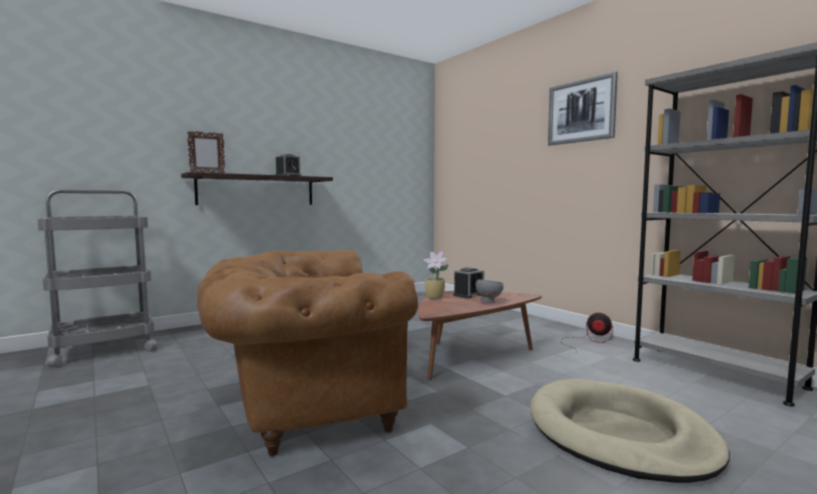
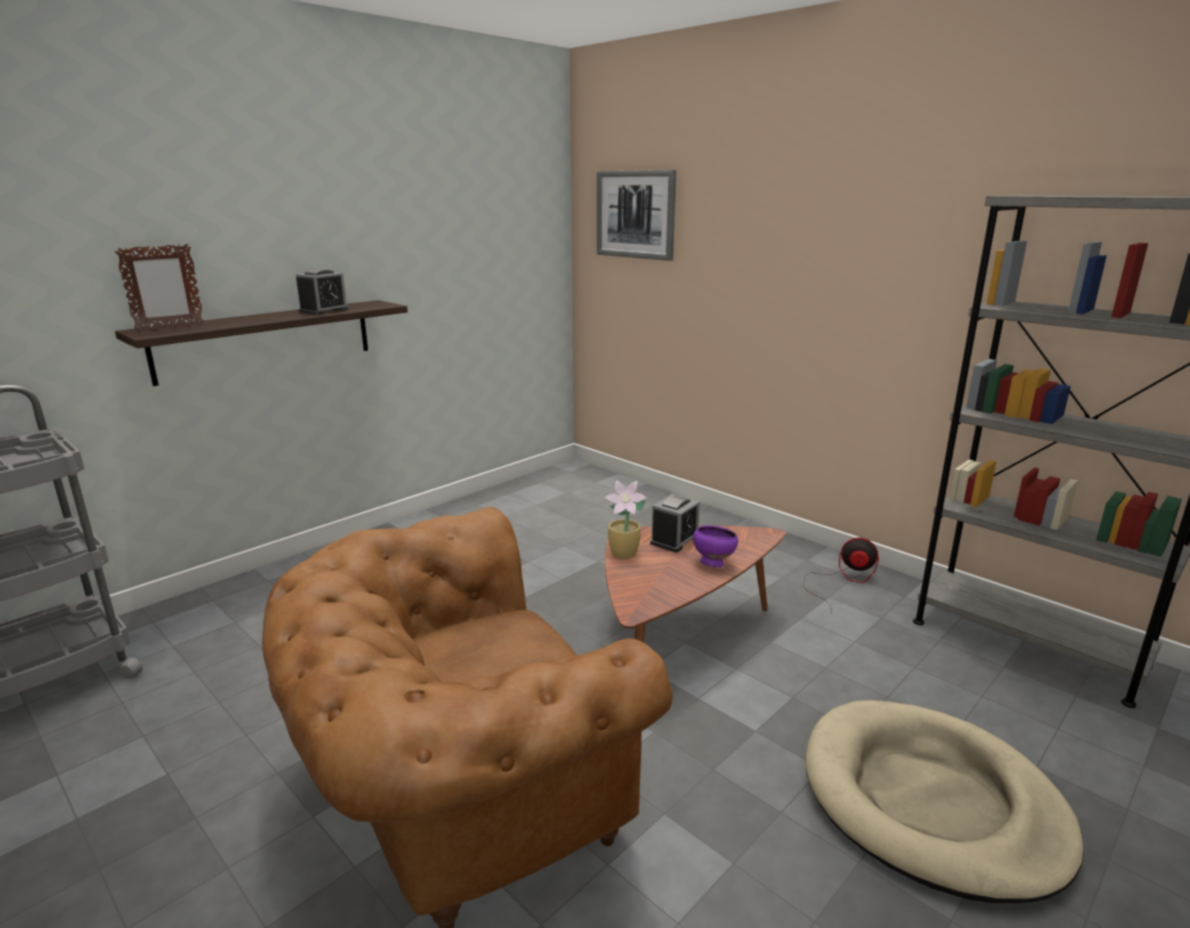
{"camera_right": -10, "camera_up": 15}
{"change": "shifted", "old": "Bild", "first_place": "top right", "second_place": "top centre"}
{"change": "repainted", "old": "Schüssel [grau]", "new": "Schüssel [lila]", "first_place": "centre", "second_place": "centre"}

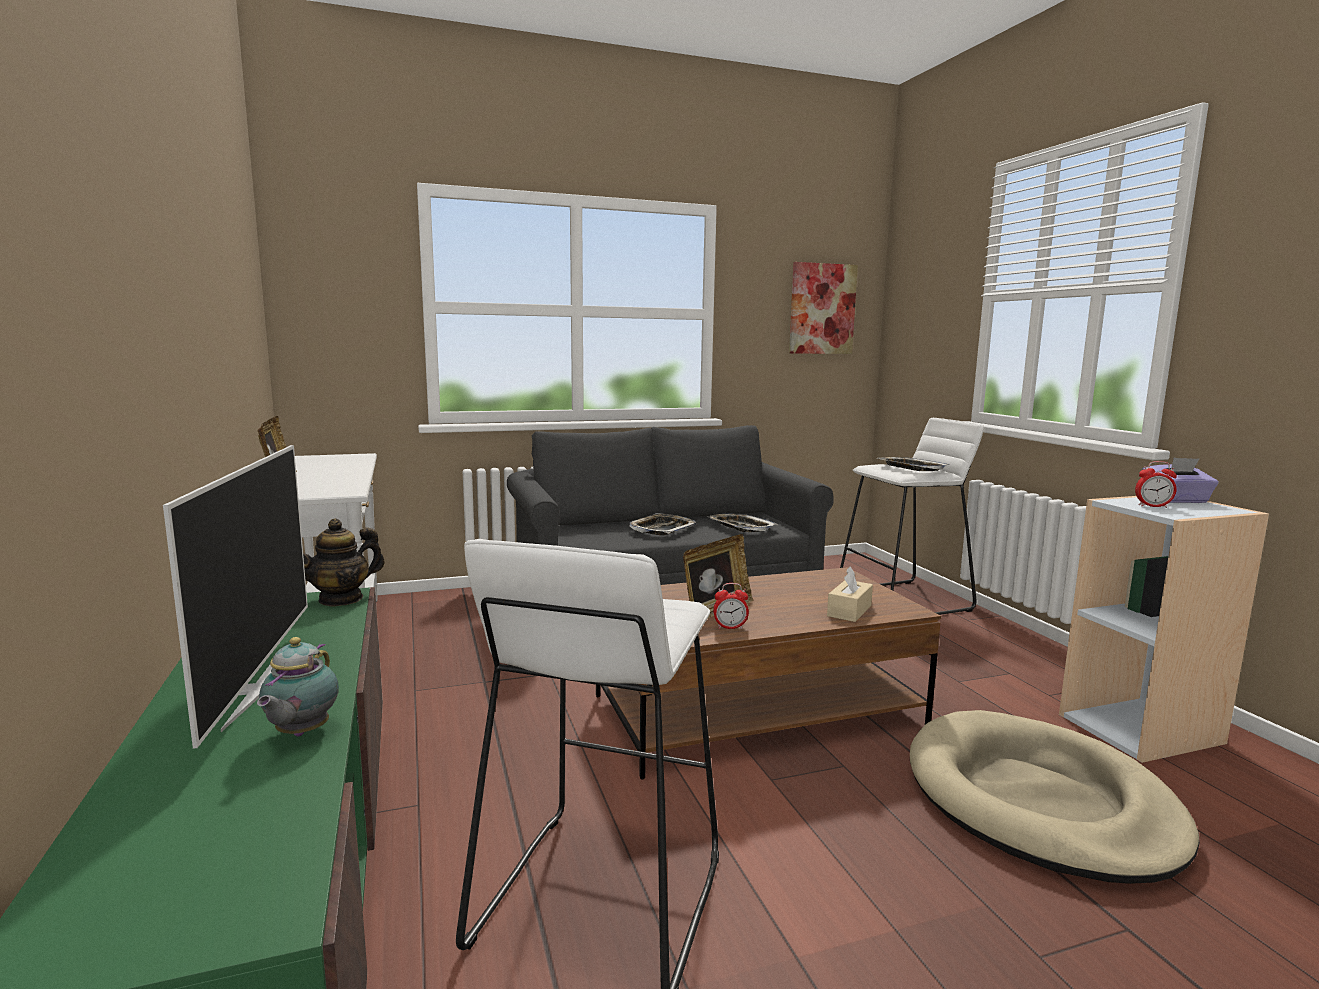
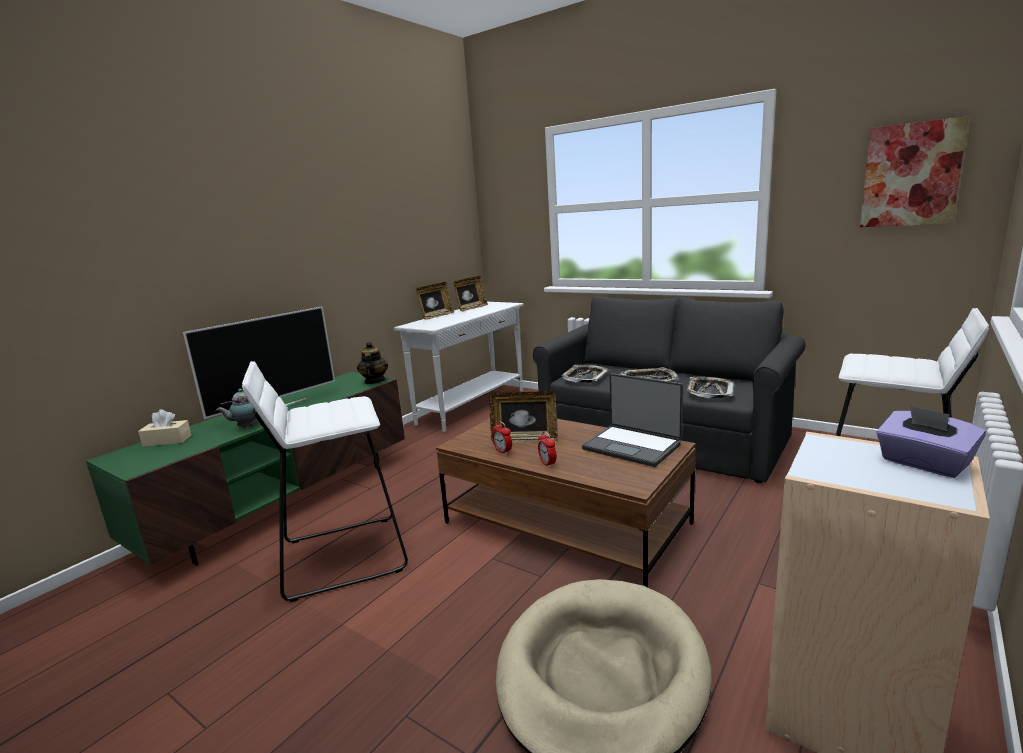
{"camera_right": 55, "camera_up": 5}
{"change": "shifted", "old": "Tablett (no. 3 from left in the first image)", "new": "Tablett (no. 1 from left)", "first_place": "middle right", "second_place": "centre"}
{"change": "shifted", "old": "Wecker (no. 2 from left)", "first_place": "middle right", "second_place": "centre"}
{"change": "rotated", "old": "Teekanne (no. 2 from left)", "first_place": "middle left", "second_place": "centre", "degrees": 75}
{"change": "shifted", "old": "Taschentuchbox [beige]", "first_place": "centre", "second_place": "middle left"}
{"change": "new", "new": "Bilderrahmen (no. 2 from left)", "second_place": "centre"}
{"change": "new", "new": "Laptop", "second_place": "centre"}

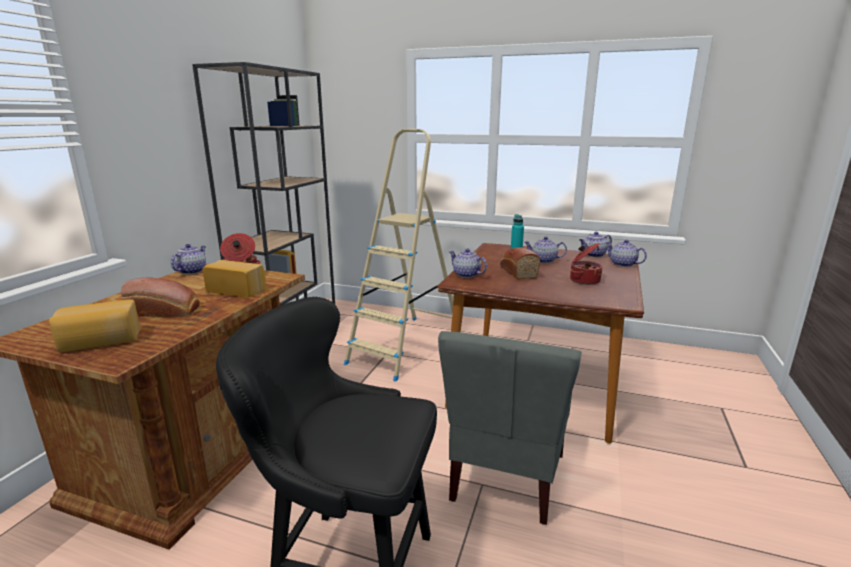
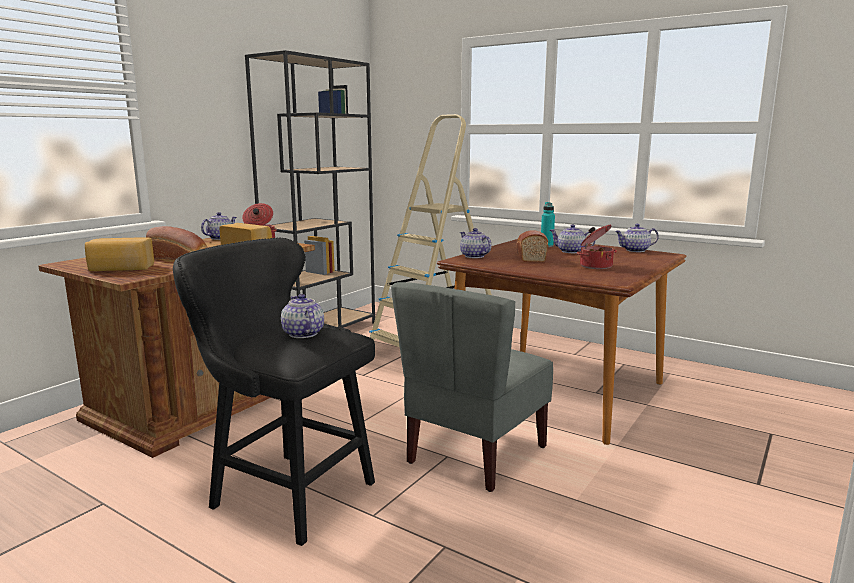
{"camera_right": 15, "camera_up": -5}
{"change": "shifted", "old": "Teekanne (no. 5 from left in the first image)", "new": "Teekanne (no. 2 from left)", "first_place": "middle right", "second_place": "centre"}

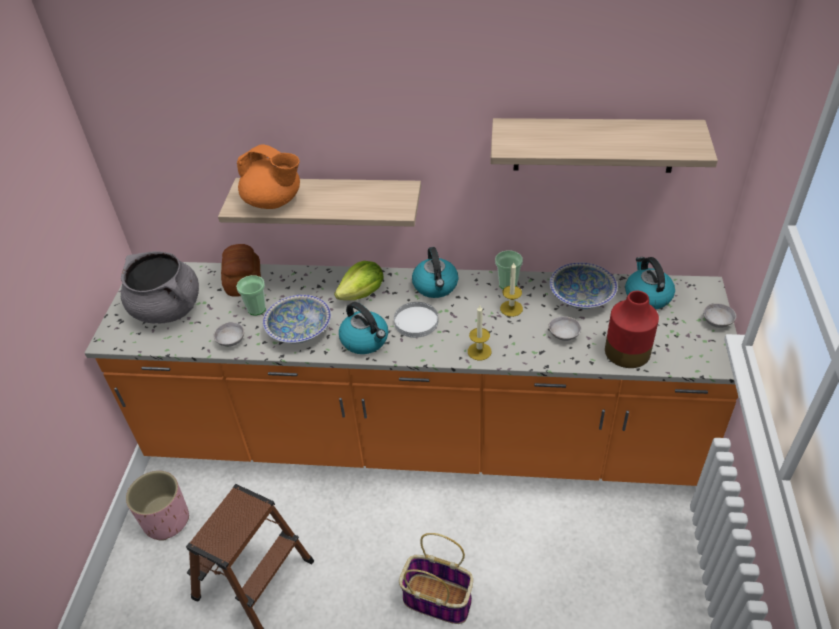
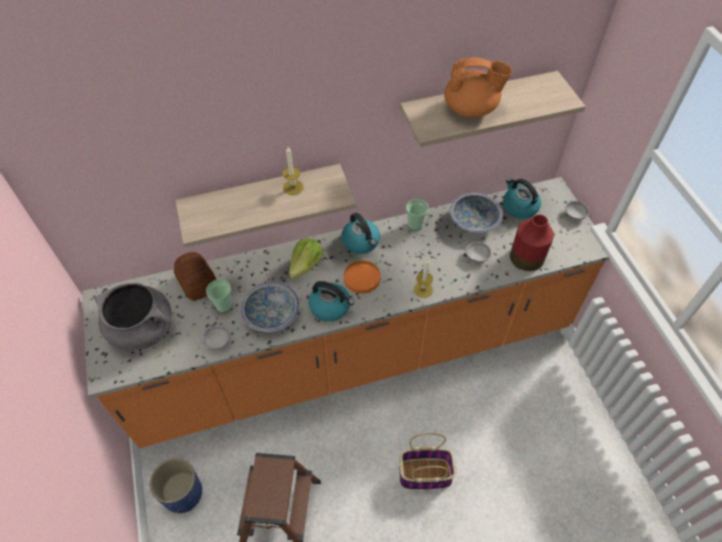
{"camera_right": -25, "camera_up": 10}
{"change": "shifted", "old": "Teekanne [orange]", "first_place": "top left", "second_place": "top centre"}
{"change": "shifted", "old": "Kerze (no. 2 from left in the first image)", "new": "Kerze (no. 1 from left)", "first_place": "centre", "second_place": "top centre"}
{"change": "repainted", "old": "Teller [weiß]", "new": "Teller [orange]", "first_place": "centre", "second_place": "centre"}
{"change": "repainted", "old": "Pflanzkübel [rosa]", "new": "Pflanzkübel [blau]", "first_place": "bottom left", "second_place": "bottom left"}

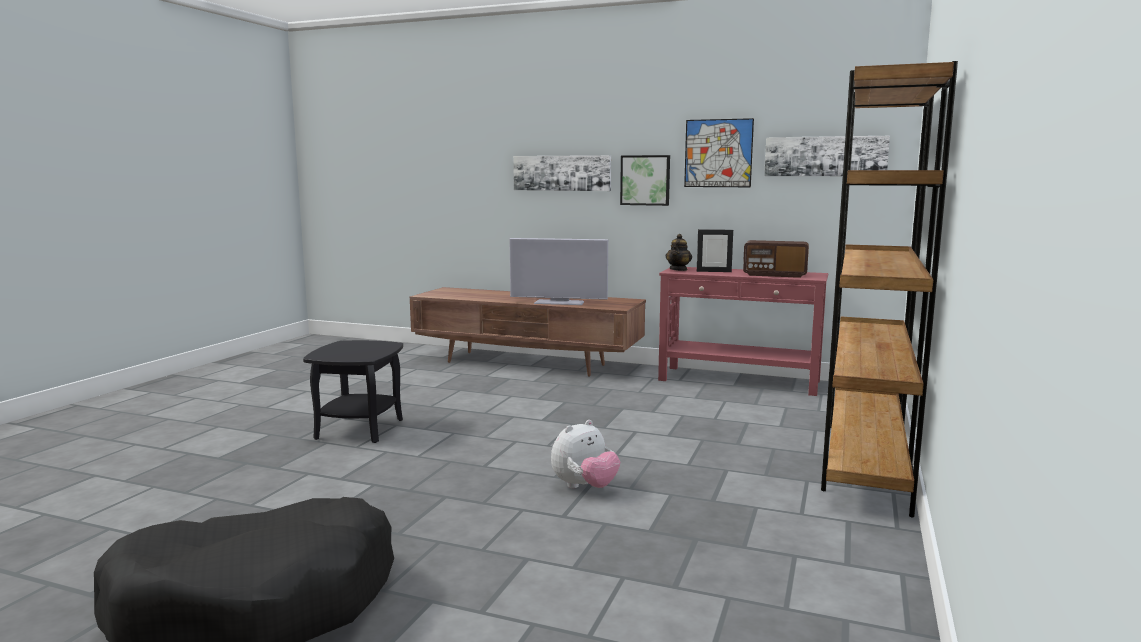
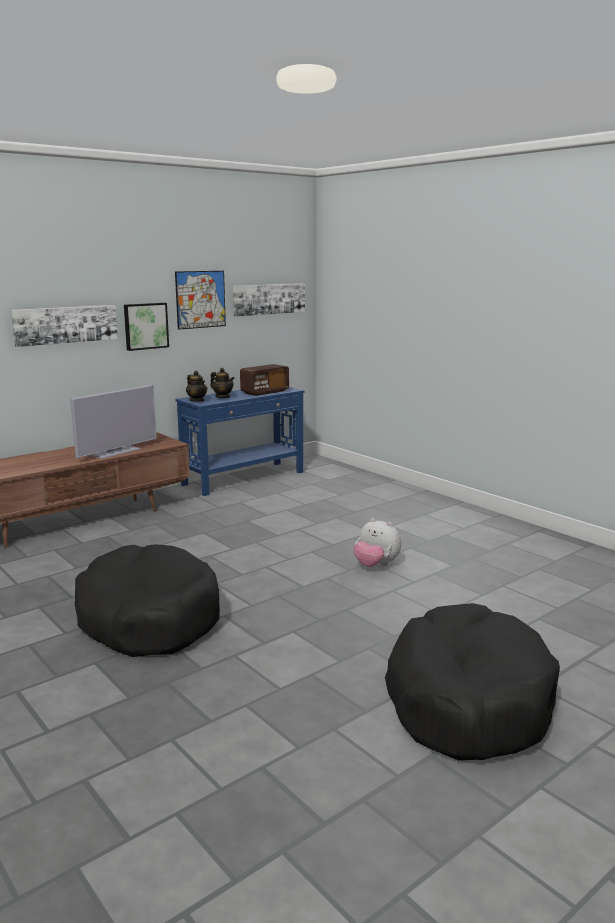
{"camera_right": -60, "camera_up": 5}
{"change": "gone", "old": "Bücherregal [braun]", "first_place": "middle right"}
{"change": "swapped", "old": "Bilderrahmen", "new": "Teekanne (no. 2 from left)", "first_place": "centre", "second_place": "centre"}
{"change": "repainted", "old": "Konsolentisch [rot]", "new": "Konsolentisch [blau]", "first_place": "centre", "second_place": "centre"}
{"change": "swapped", "old": "Beistelltisch [schwarz]", "new": "Hundebett [schwarz] (no. 1 from left)", "first_place": "middle left", "second_place": "middle left"}
{"change": "rotated", "old": "Plüschtier", "first_place": "bottom centre", "second_place": "centre", "degrees": 135}

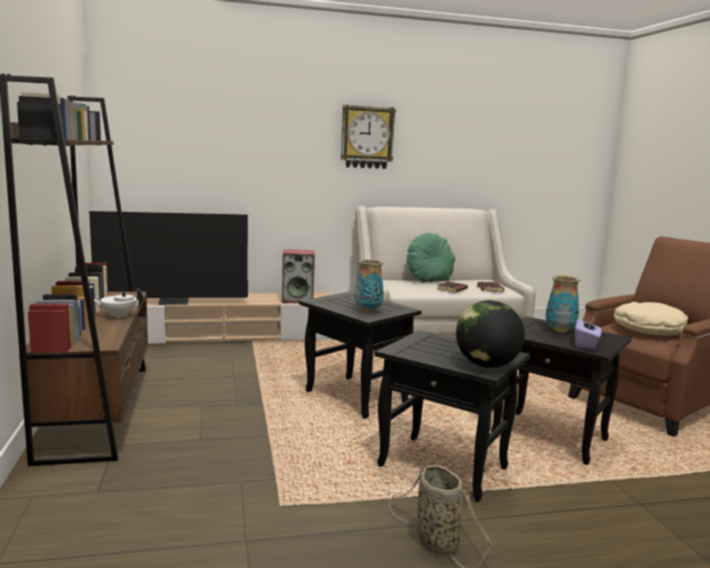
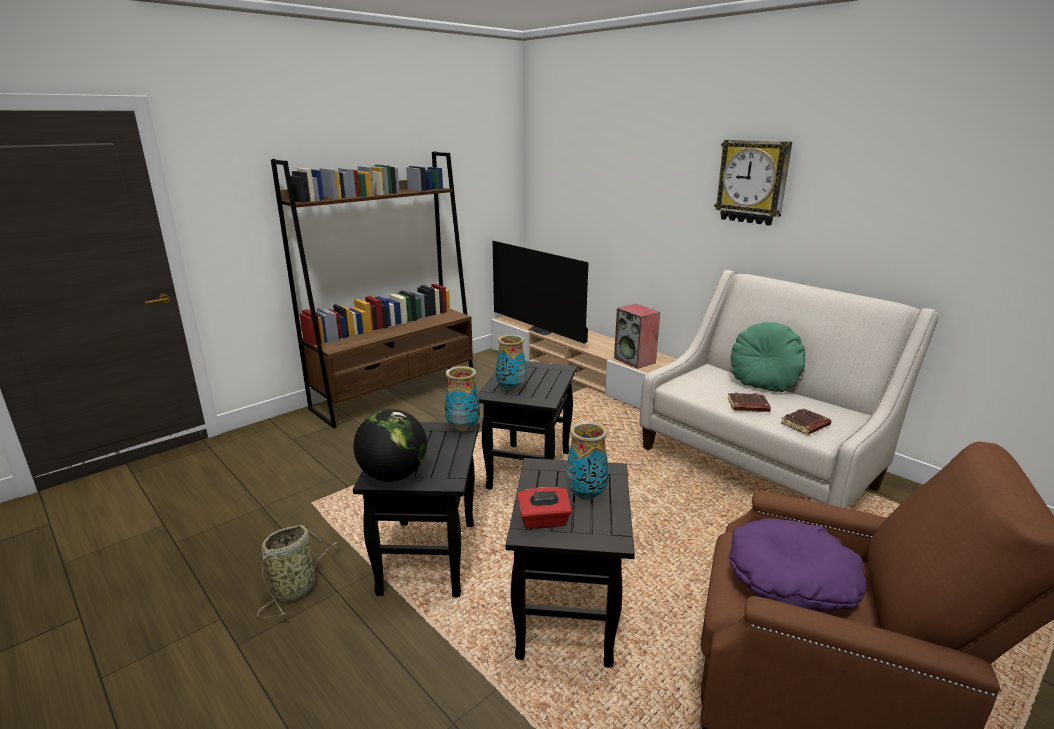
{"camera_right": 60, "camera_up": 10}
{"change": "gone", "old": "Teekanne [weiß]", "first_place": "middle left"}
{"change": "repainted", "old": "Kissen [beige]", "new": "Kissen [lila]", "first_place": "middle right", "second_place": "bottom right"}
{"change": "repainted", "old": "Taschentuchbox [lila]", "new": "Taschentuchbox [rot]", "first_place": "middle right", "second_place": "bottom centre"}
{"change": "new", "new": "Vase (no. 1 from left)", "second_place": "centre"}

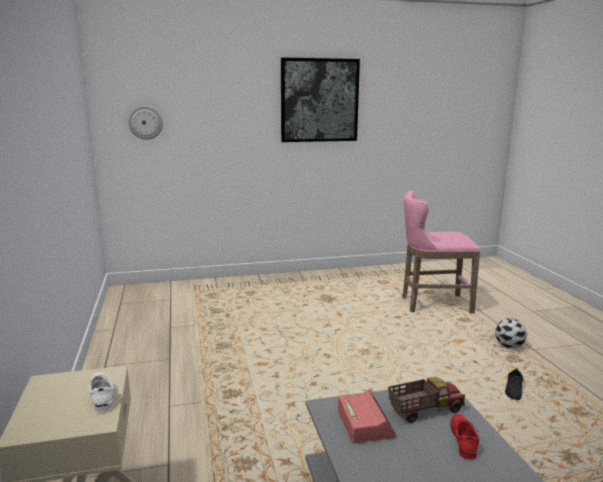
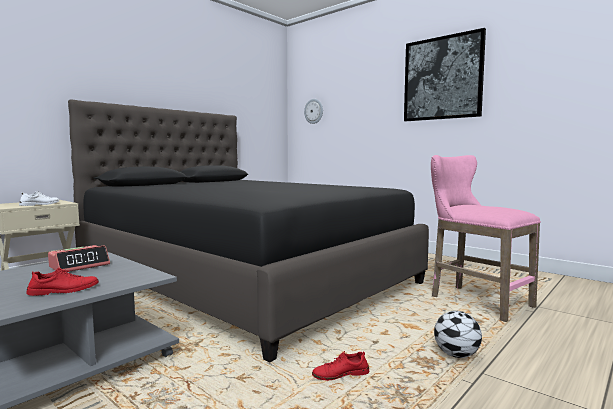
{"camera_right": 55, "camera_up": -10}
{"change": "repainted", "old": "Schuh [schwarz]", "new": "Schuh [rot] (no. 2 from left)", "first_place": "bottom right", "second_place": "bottom centre"}
{"change": "gone", "old": "Spielzeuglaster", "first_place": "bottom right"}
{"change": "new", "new": "Bett [schwarz]", "second_place": "centre"}

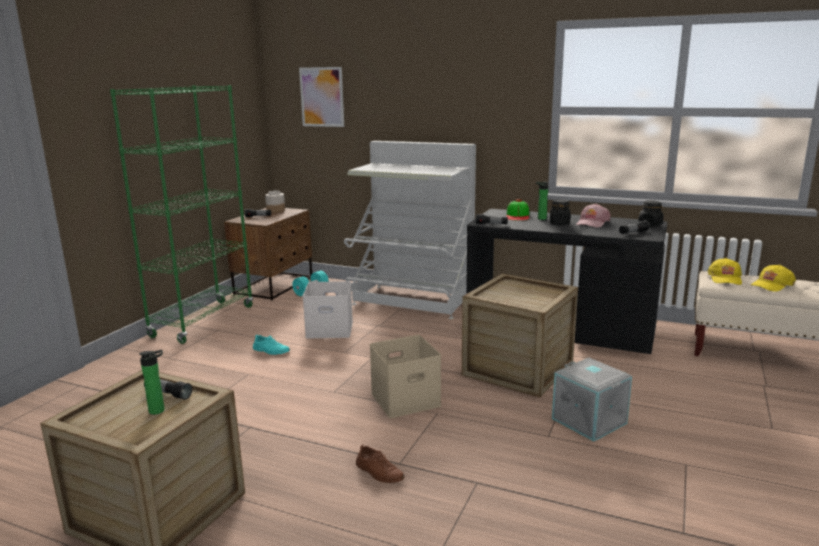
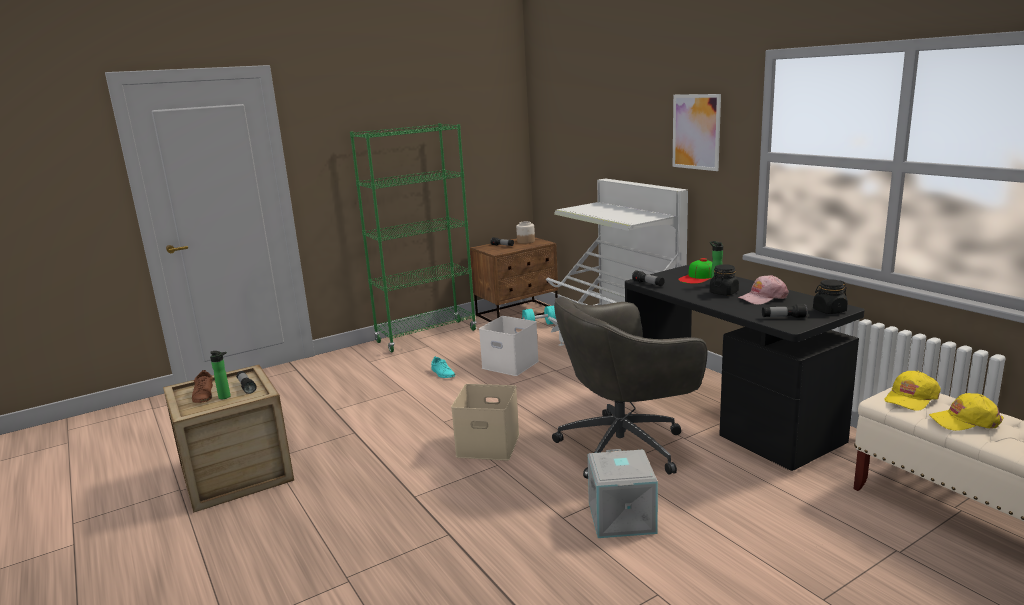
{"camera_right": 35, "camera_up": 0}
{"change": "shifted", "old": "Bild", "first_place": "top centre", "second_place": "top right"}
{"change": "swapped", "old": "Kiste (no. 2 from left)", "new": "Bürostuhl [grau]", "first_place": "centre", "second_place": "centre"}
{"change": "shifted", "old": "Schuh [braun]", "first_place": "bottom centre", "second_place": "middle left"}

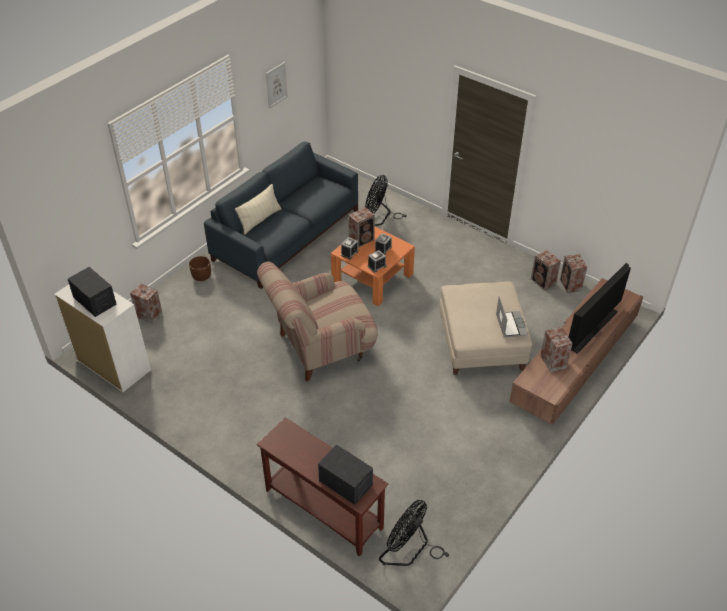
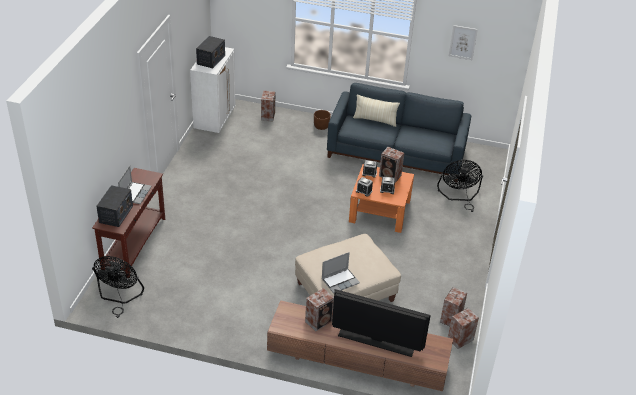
{"camera_right": 65, "camera_up": -5}
{"change": "gone", "old": "Sessel [beige]", "first_place": "centre"}
{"change": "new", "new": "Laptop (no. 1 from left)", "second_place": "middle left"}

